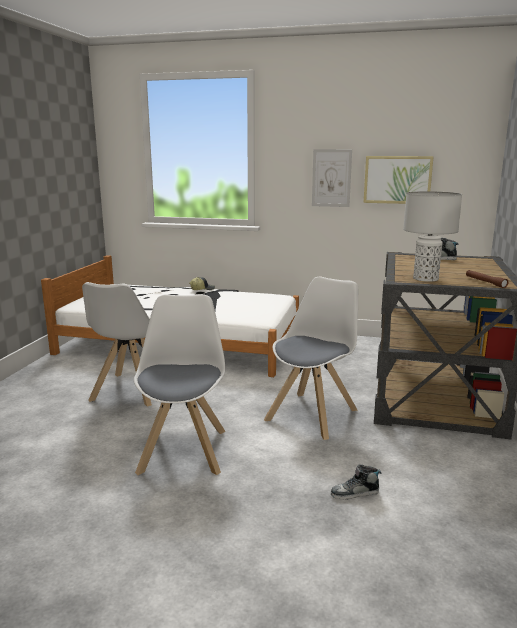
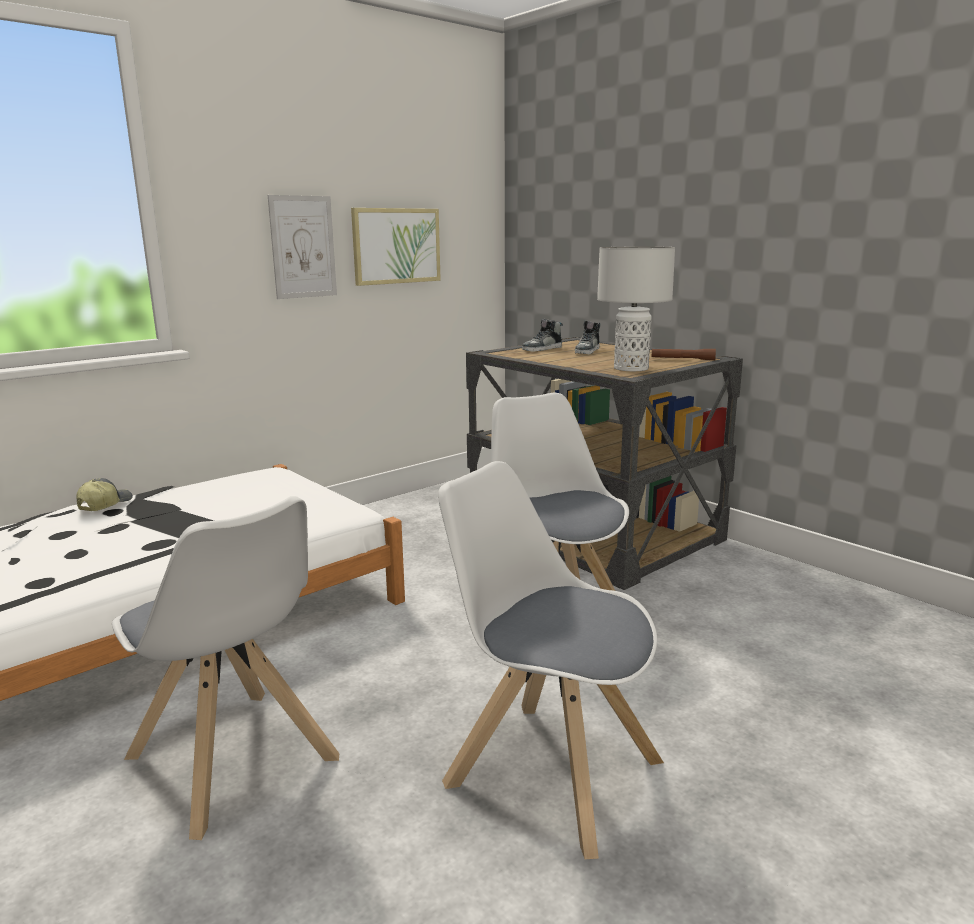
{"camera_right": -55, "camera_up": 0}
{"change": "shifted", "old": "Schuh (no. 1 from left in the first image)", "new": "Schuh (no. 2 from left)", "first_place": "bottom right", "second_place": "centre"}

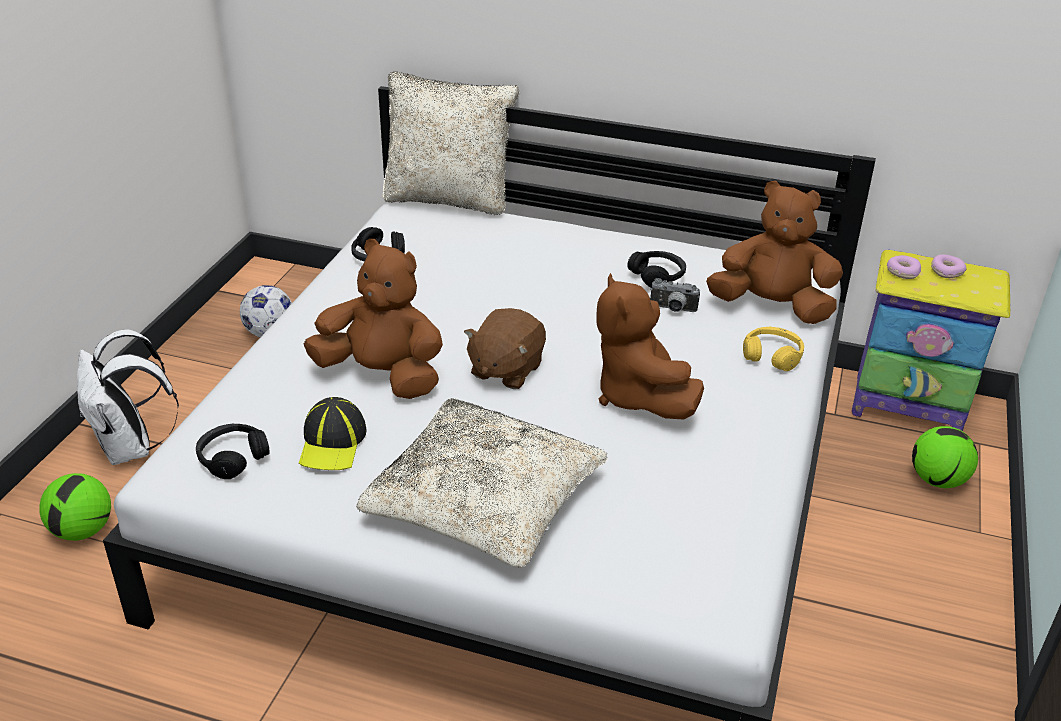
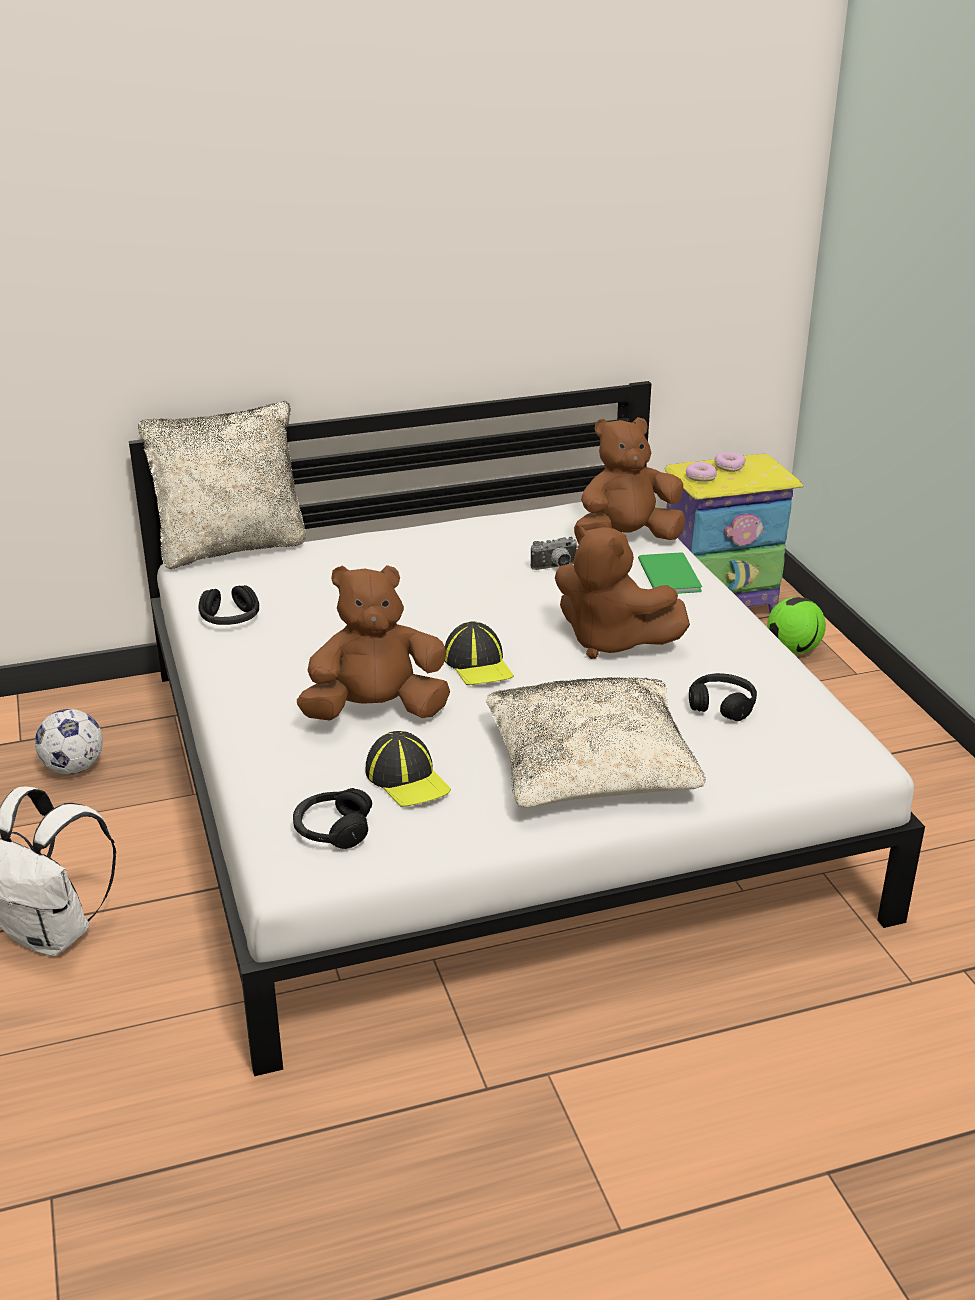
{"camera_right": -35, "camera_up": -5}
{"change": "shifted", "old": "Kopfhörer [schwarz] (no. 3 from left)", "first_place": "centre", "second_place": "middle right"}
{"change": "swapped", "old": "Plüschtier [braun] (no. 2 from left)", "new": "Kappe (no. 2 from left)", "first_place": "centre", "second_place": "centre"}
{"change": "swapped", "old": "Kopfhörer [gelb]", "new": "Buch [grün]", "first_place": "middle right", "second_place": "middle right"}
{"change": "gone", "old": "Fußball (no. 1 from left)", "first_place": "bottom left"}

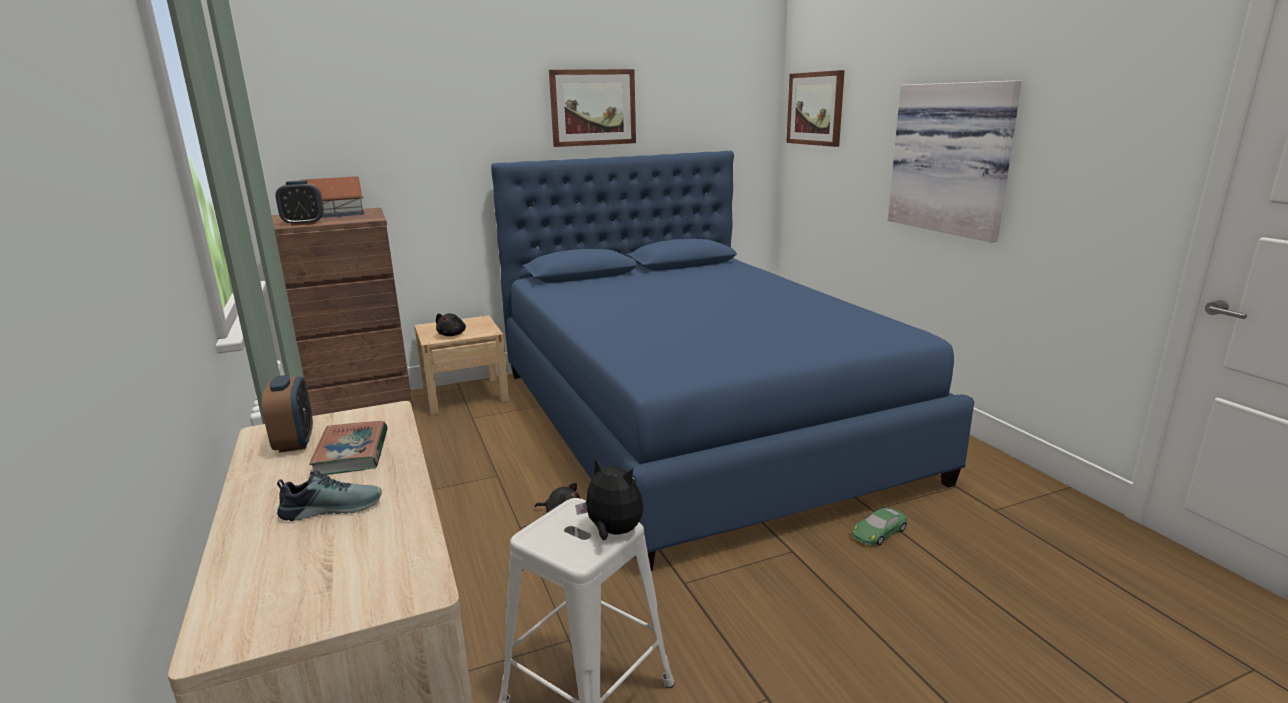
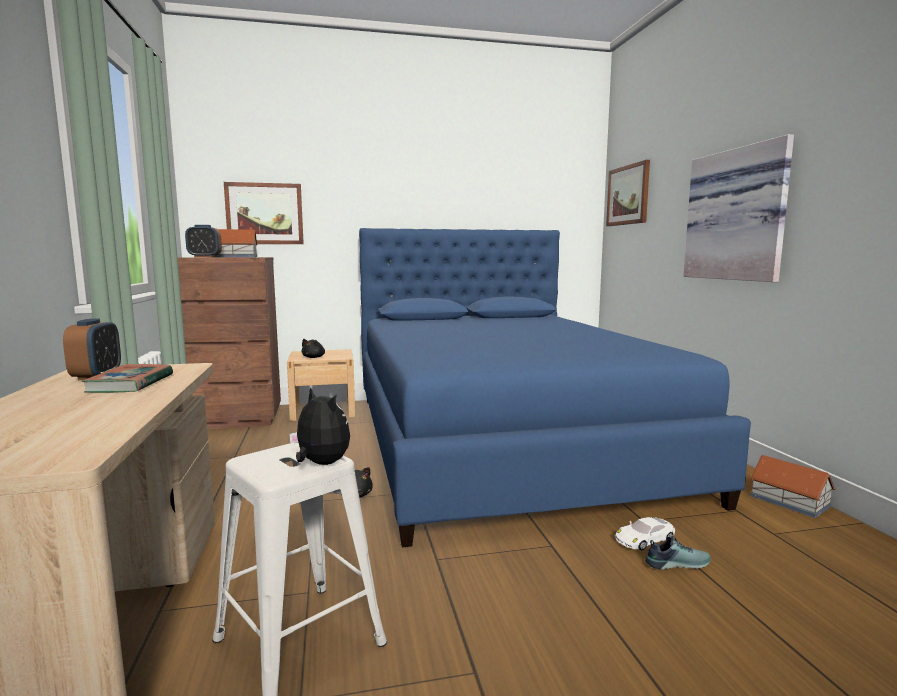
{"camera_right": 10, "camera_up": -10}
{"change": "shifted", "old": "Bild (no. 1 from left)", "first_place": "top centre", "second_place": "top left"}
{"change": "shifted", "old": "Schuh", "first_place": "bottom left", "second_place": "bottom right"}
{"change": "repainted", "old": "Spielzeugauto [grün]", "new": "Spielzeugauto [weiß]", "first_place": "bottom right", "second_place": "bottom right"}
{"change": "new", "new": "Spielzeughaus (no. 2 from left)", "second_place": "bottom right"}

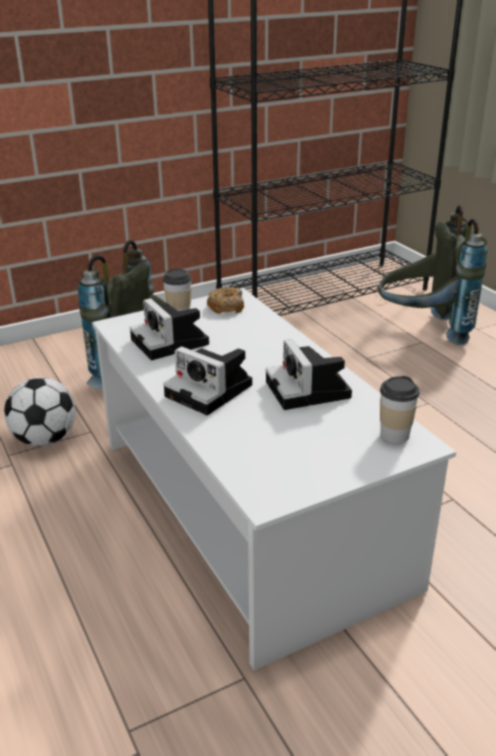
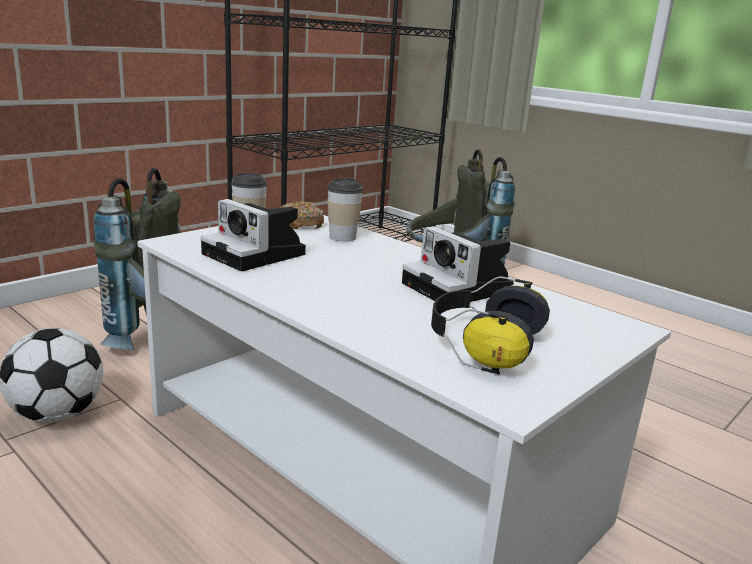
{"camera_right": -20, "camera_up": -10}
{"change": "gone", "old": "Kamera (no. 2 from left)", "first_place": "centre"}
{"change": "shifted", "old": "Tasse (no. 2 from left)", "first_place": "middle right", "second_place": "centre"}
{"change": "new", "new": "Kopfhörer", "second_place": "centre"}

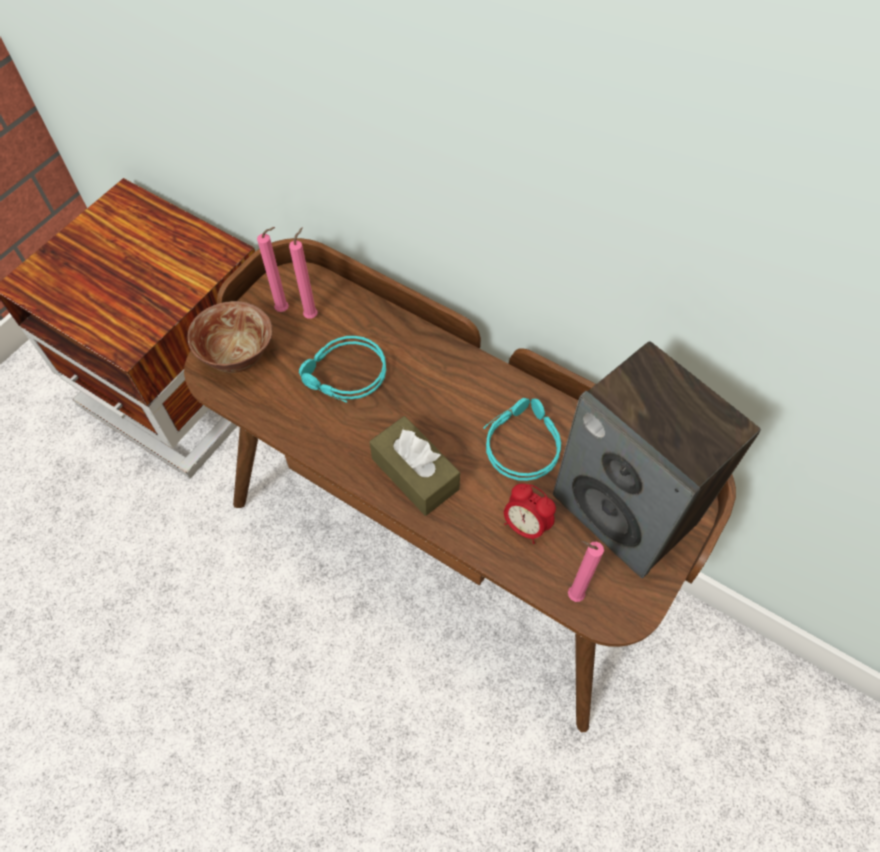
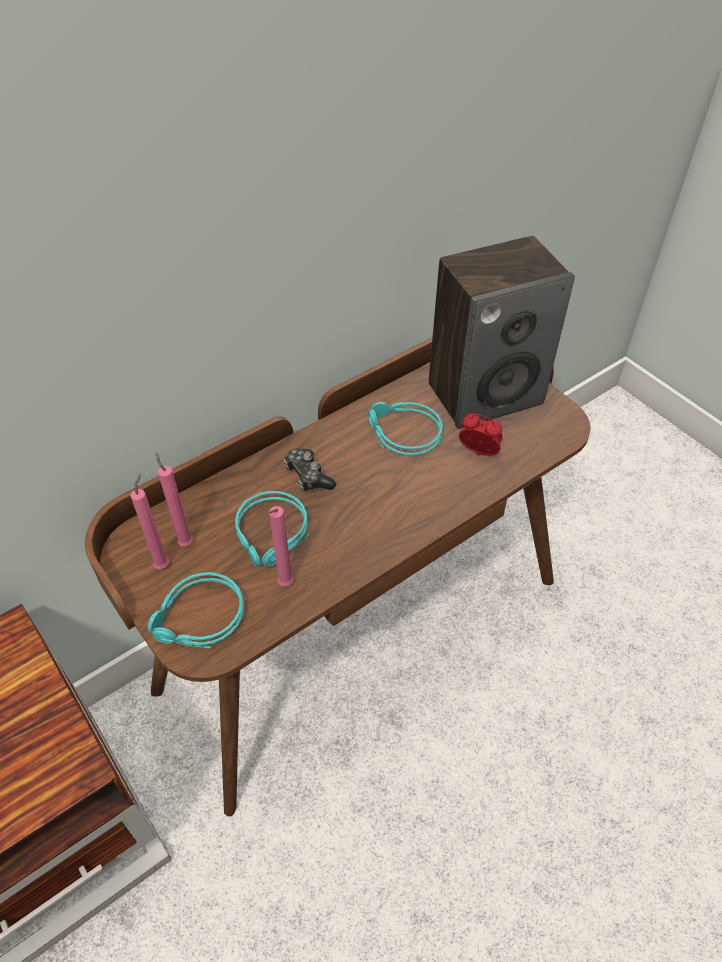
{"camera_right": -70, "camera_up": -10}
{"change": "swapped", "old": "Schüssel", "new": "Kopfhörer [türkis] (no. 1 from left)", "first_place": "middle left", "second_place": "middle left"}
{"change": "gone", "old": "Taschentuchbox [braun]", "first_place": "centre"}
{"change": "rotated", "old": "Wecker", "first_place": "centre", "second_place": "centre", "degrees": -120}
{"change": "shifted", "old": "Kerze [rosa] (no. 3 from left)", "first_place": "bottom centre", "second_place": "centre"}
{"change": "new", "new": "Gamepad", "second_place": "centre"}

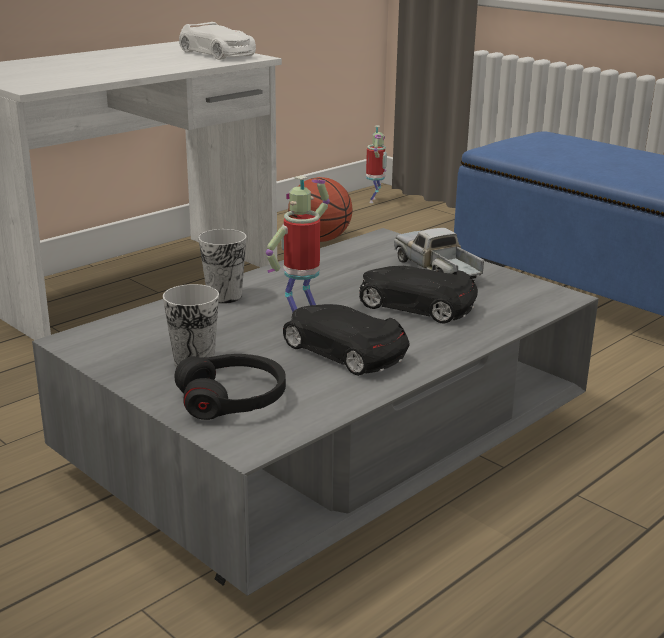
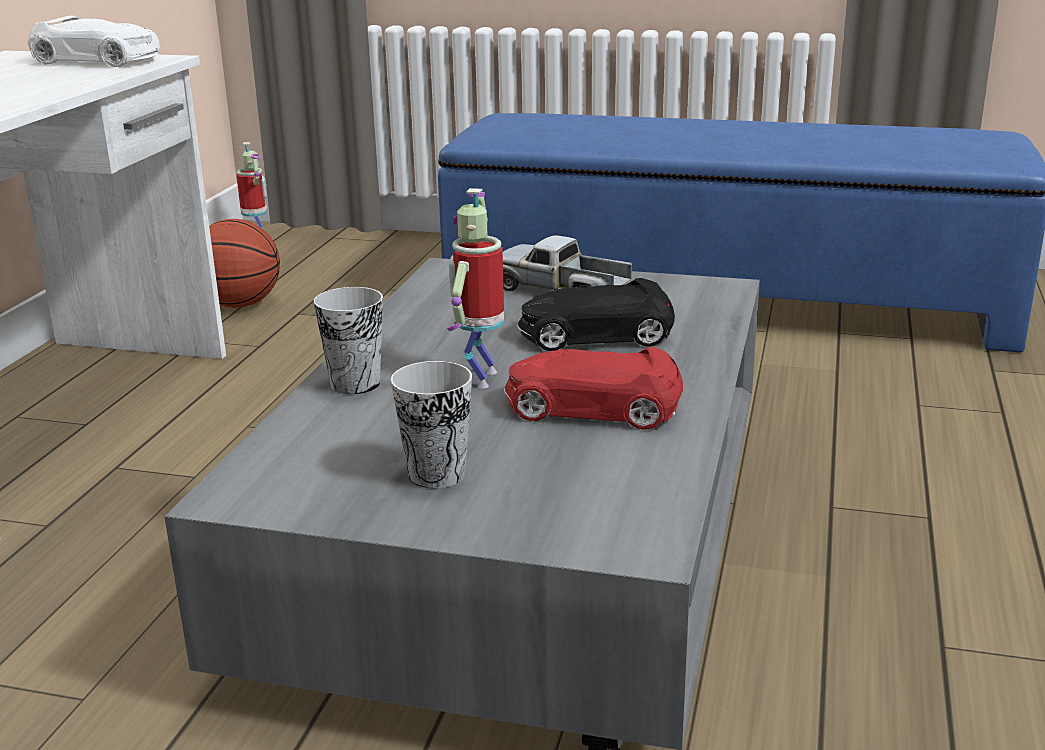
{"camera_right": -30, "camera_up": 0}
{"change": "repainted", "old": "Spielzeugauto [schwarz] (no. 1 from left)", "new": "Spielzeugauto [rot]", "first_place": "centre", "second_place": "centre"}
{"change": "gone", "old": "Kopfhörer [schwarz]", "first_place": "centre"}

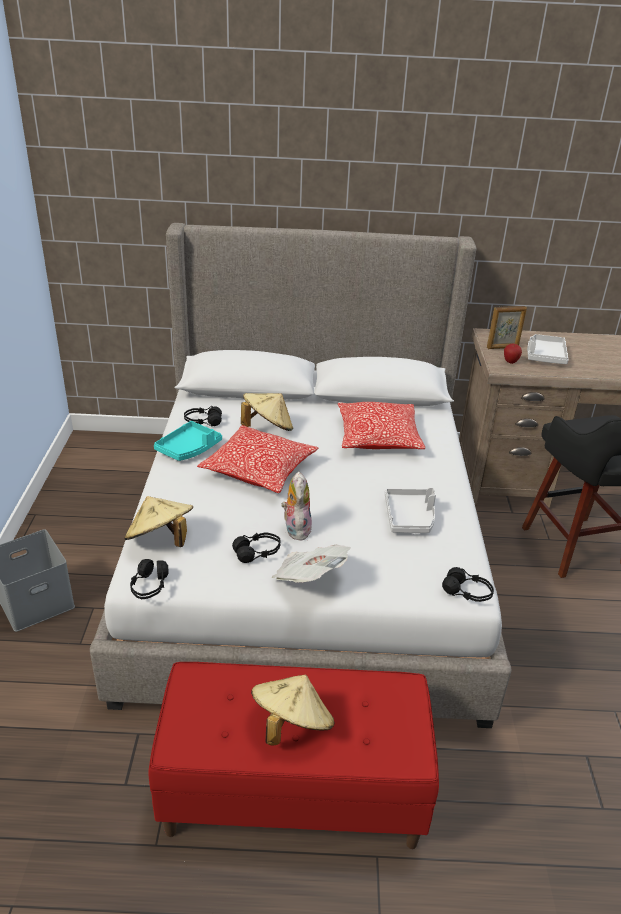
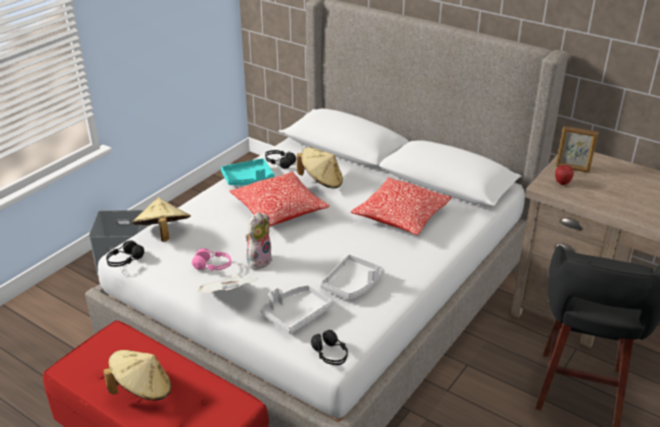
{"camera_right": 35, "camera_up": 0}
{"change": "shifted", "old": "Tablett [grau] (no. 2 from left in the first image)", "new": "Tablett [grau] (no. 1 from left)", "first_place": "middle right", "second_place": "bottom centre"}
{"change": "repainted", "old": "Kopfhörer [schwarz] (no. 3 from left)", "new": "Kopfhörer [rosa]", "first_place": "centre", "second_place": "middle left"}

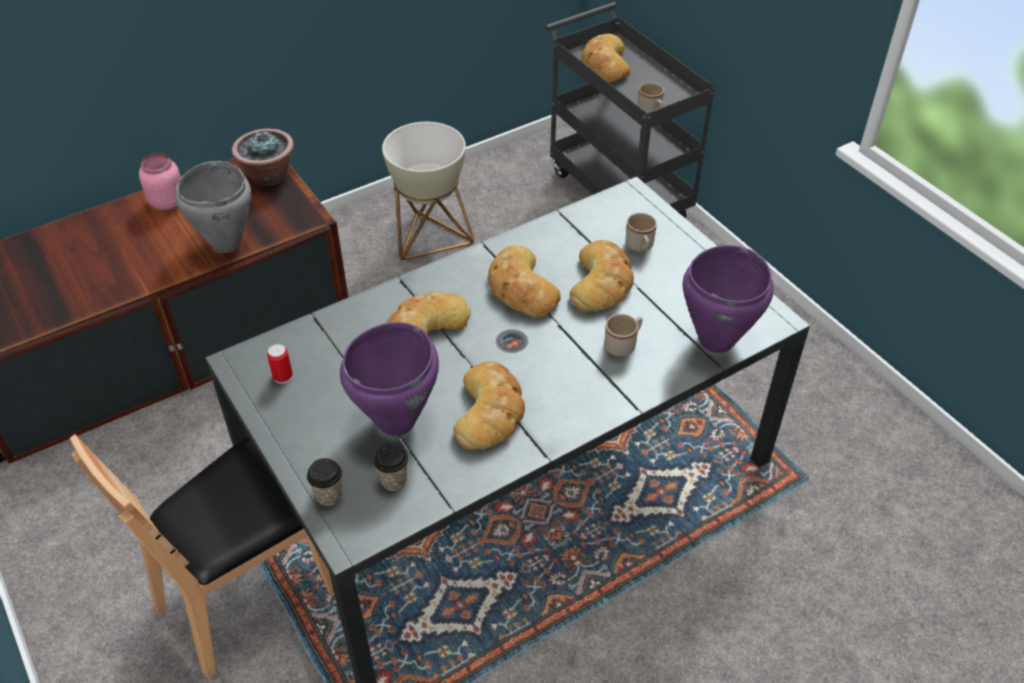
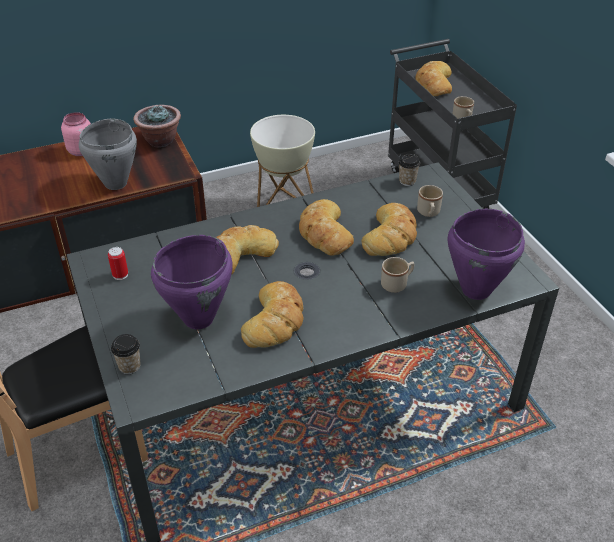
{"camera_right": 10, "camera_up": -5}
{"change": "shifted", "old": "Tasse (no. 2 from left)", "first_place": "bottom centre", "second_place": "top centre"}

